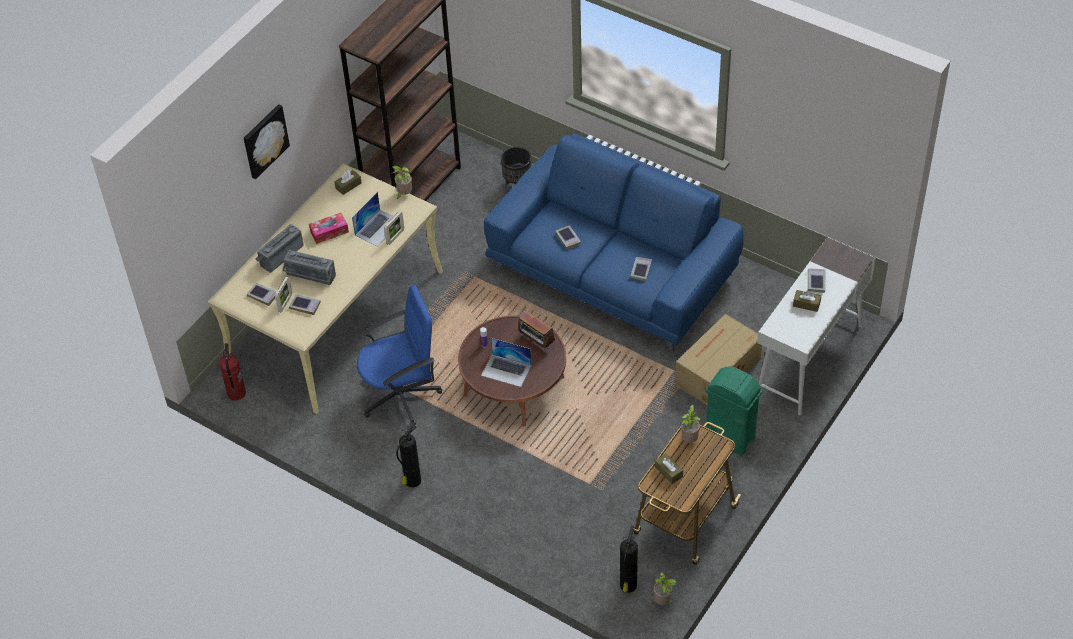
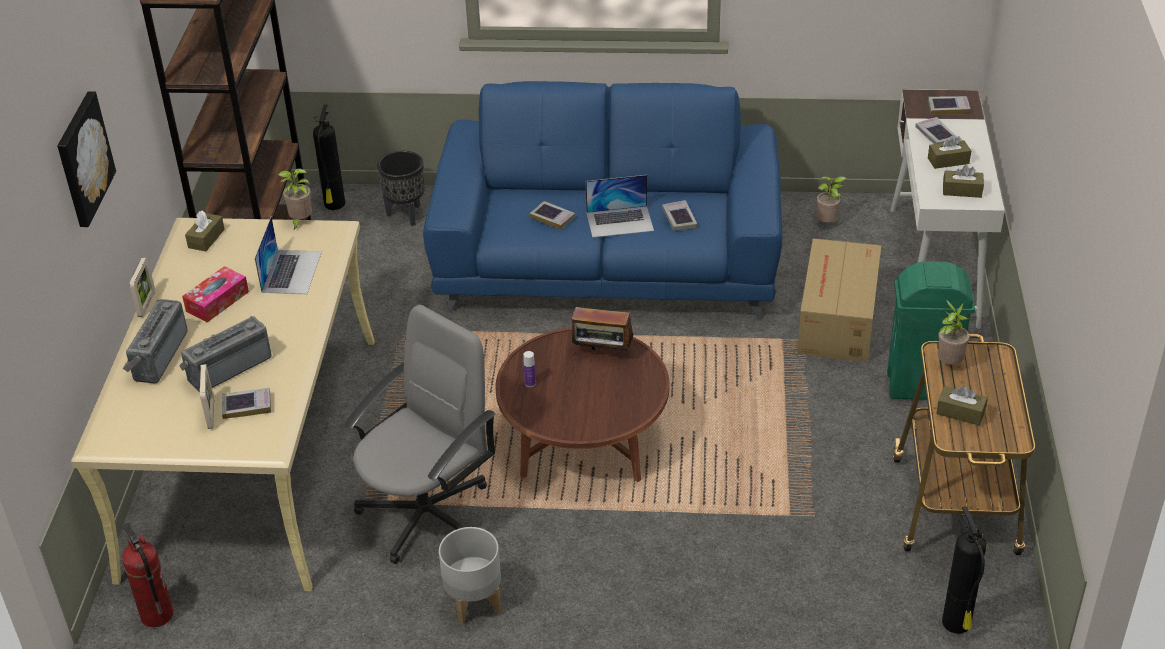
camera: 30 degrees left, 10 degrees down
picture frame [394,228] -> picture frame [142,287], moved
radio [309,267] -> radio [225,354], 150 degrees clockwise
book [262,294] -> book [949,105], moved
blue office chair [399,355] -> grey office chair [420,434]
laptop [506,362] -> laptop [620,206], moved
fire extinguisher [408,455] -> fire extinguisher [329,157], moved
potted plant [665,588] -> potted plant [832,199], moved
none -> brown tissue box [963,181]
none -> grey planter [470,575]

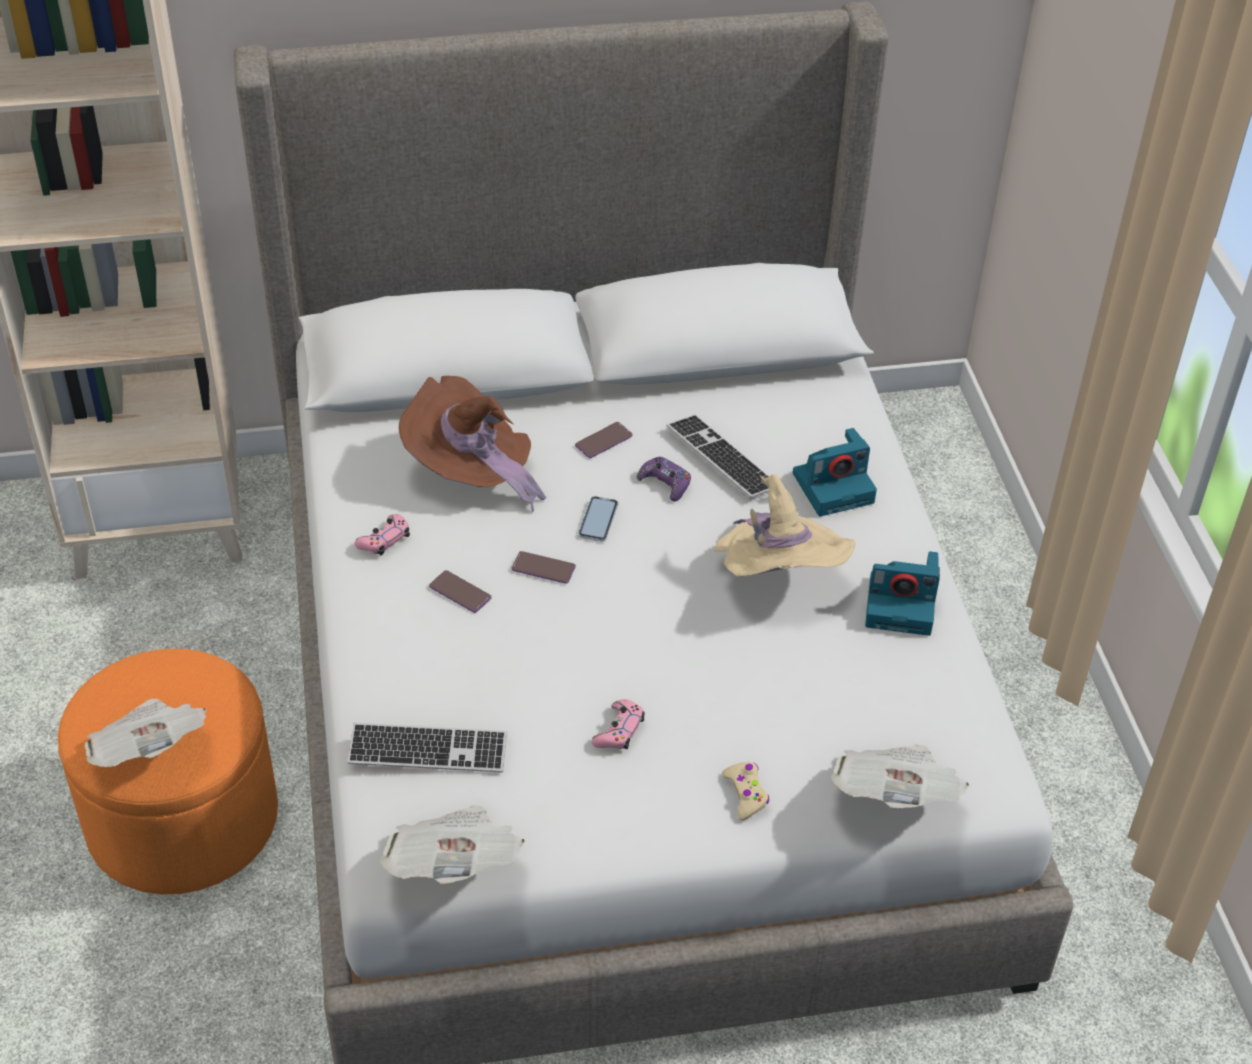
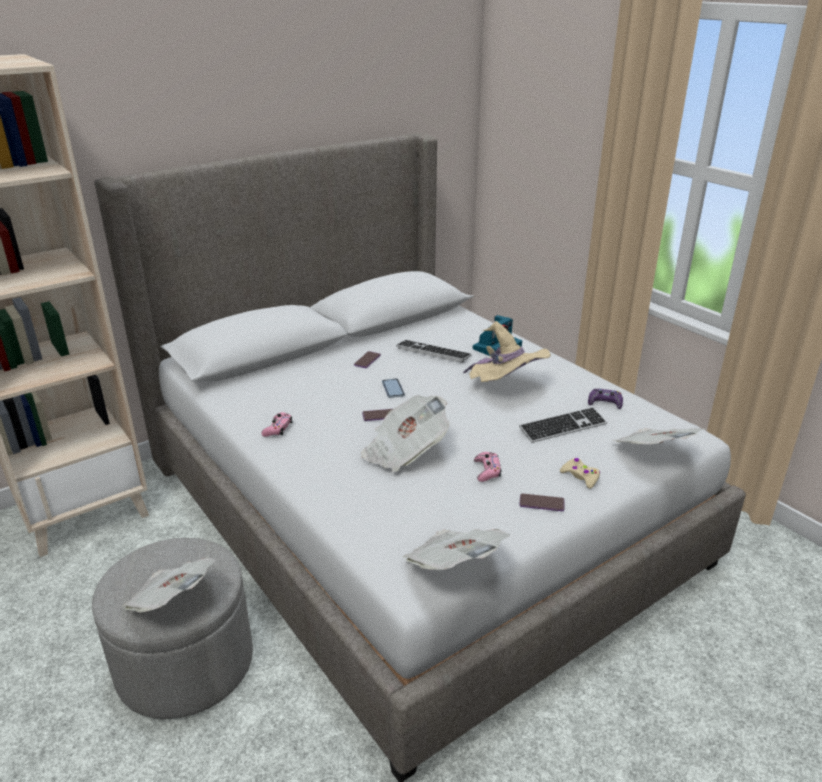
camera: 25 degrees left, 15 degrees down
brown hat [472,444] -> none
purple game controller [664,479] -> purple game controller [605,399], moved
photo camera [902,593] -> none
phone [460,591] -> phone [541,502], moved
orange ottoman [168,771] -> grey ottoman [172,628]
keyboard [427,747] -> keyboard [563,425], moved
none -> newspaper [405,433]

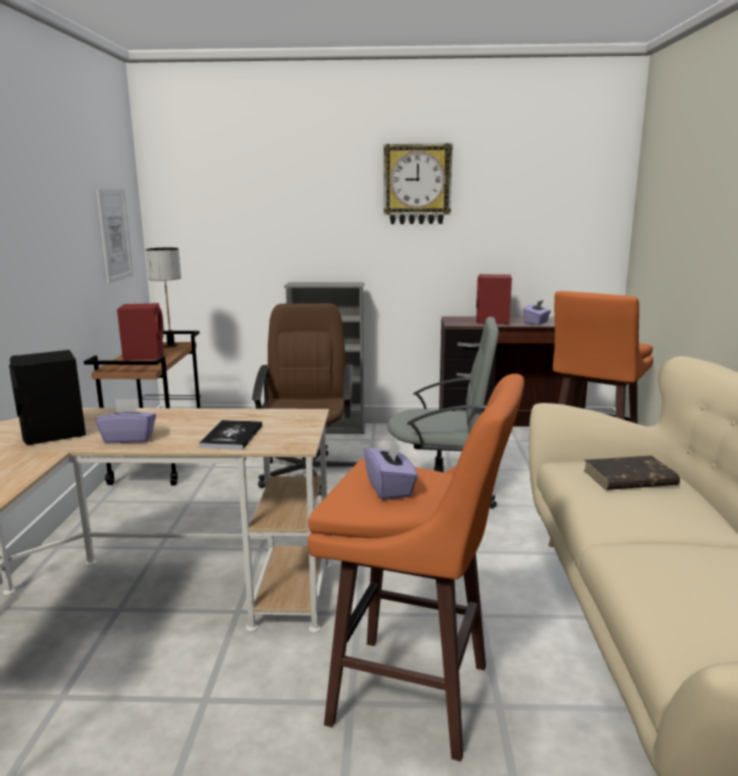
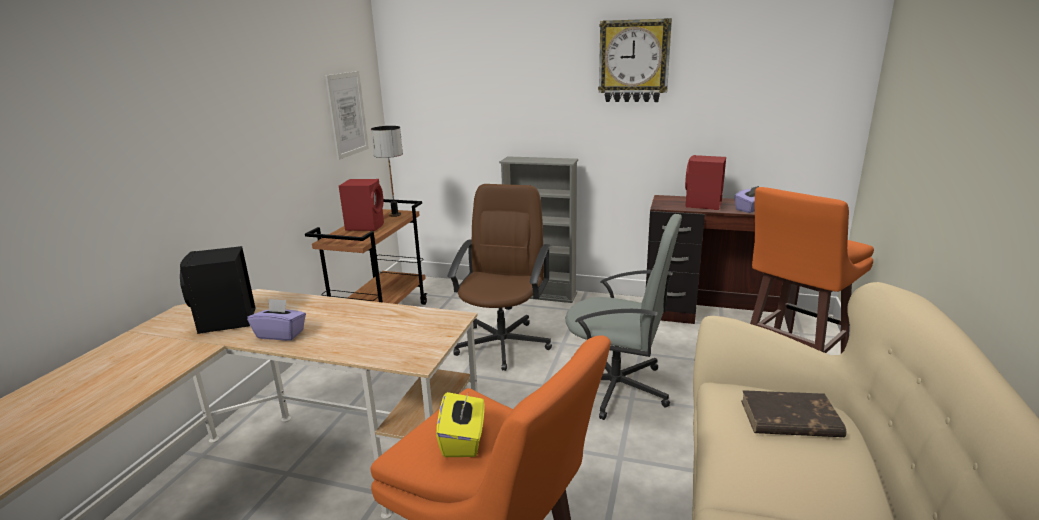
camera: 15 degrees right, 5 degrees up
book [230,435] -> none
purple tissue box [391,469] -> yellow tissue box [460,424]

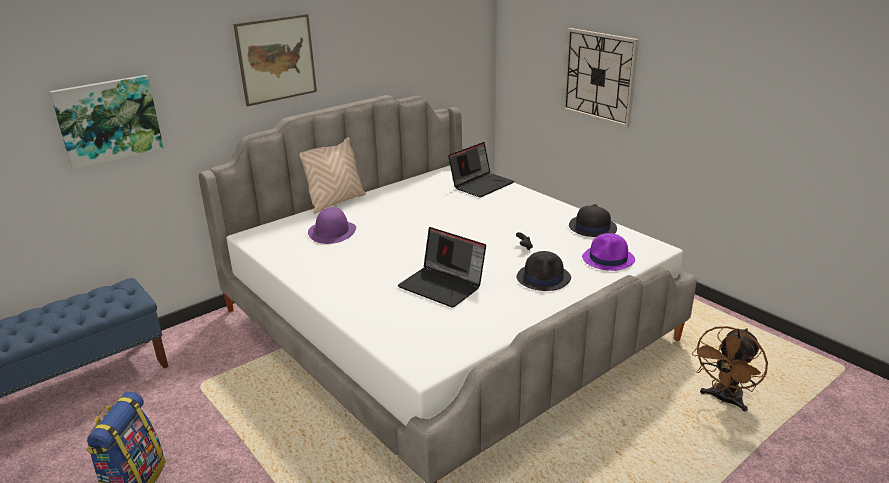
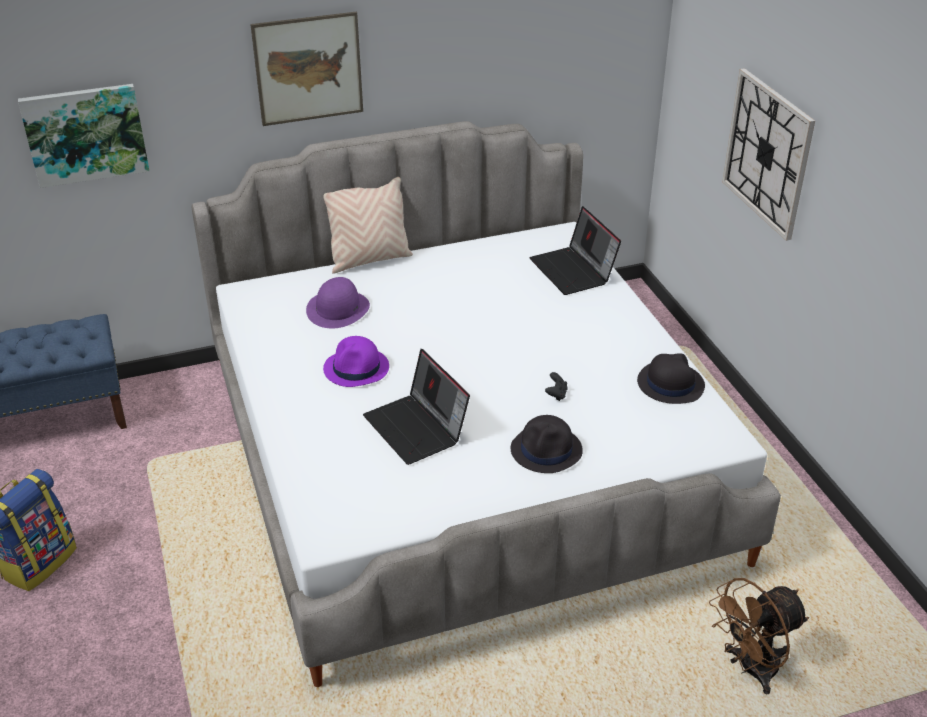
camera: 20 degrees right, 10 degrees up
laptop [481,169] -> laptop [575,250], 90 degrees clockwise
purple hat [608,252] -> purple hat [356,361], moved

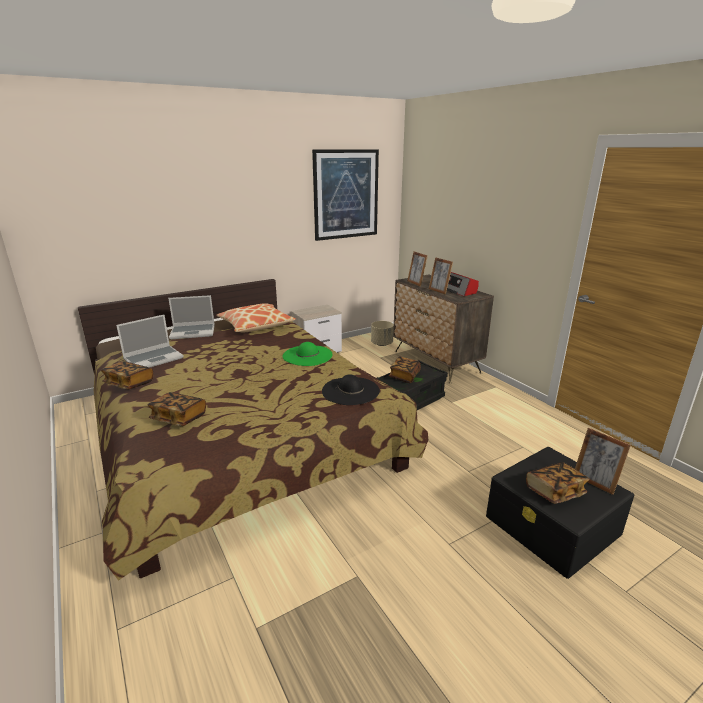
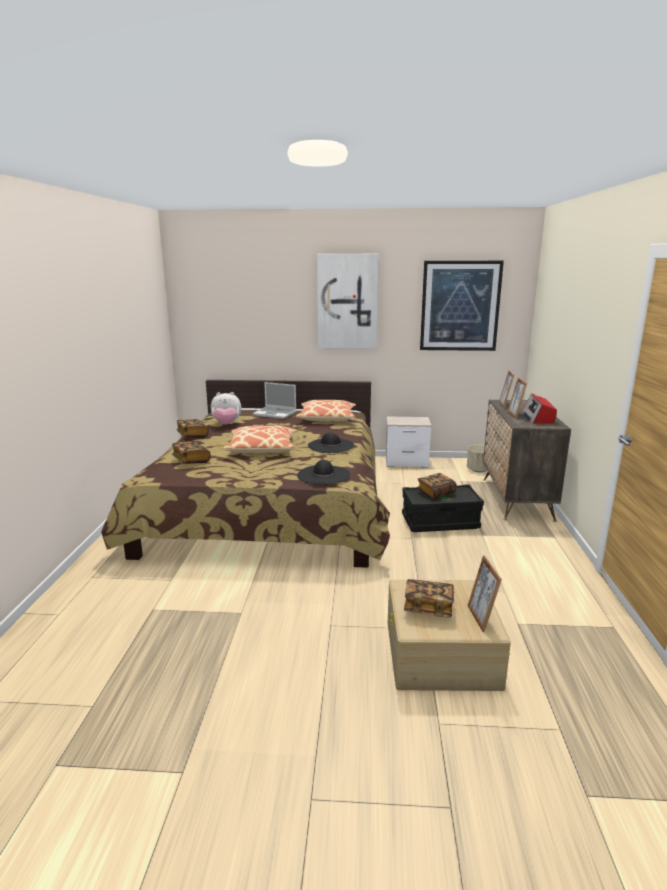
camera: 35 degrees right, 5 degrees down
laptop [150,341] -> plush toy [226,408]
green hat [308,354] -> black hat [331,443]
black storage box [560,513] -> beige storage box [449,635]
none -> picture [348,301]
none -> pillow [259,439]

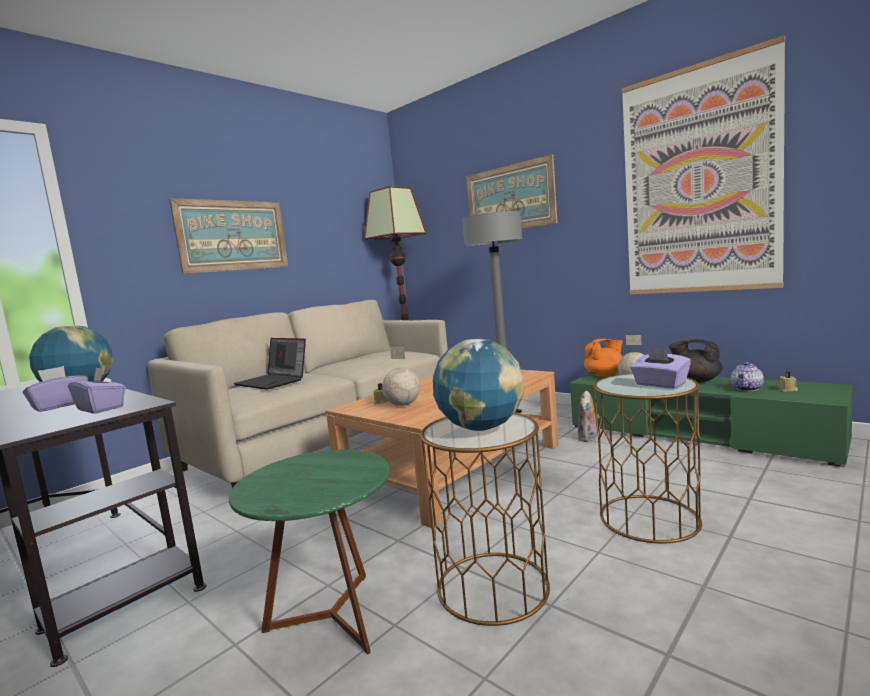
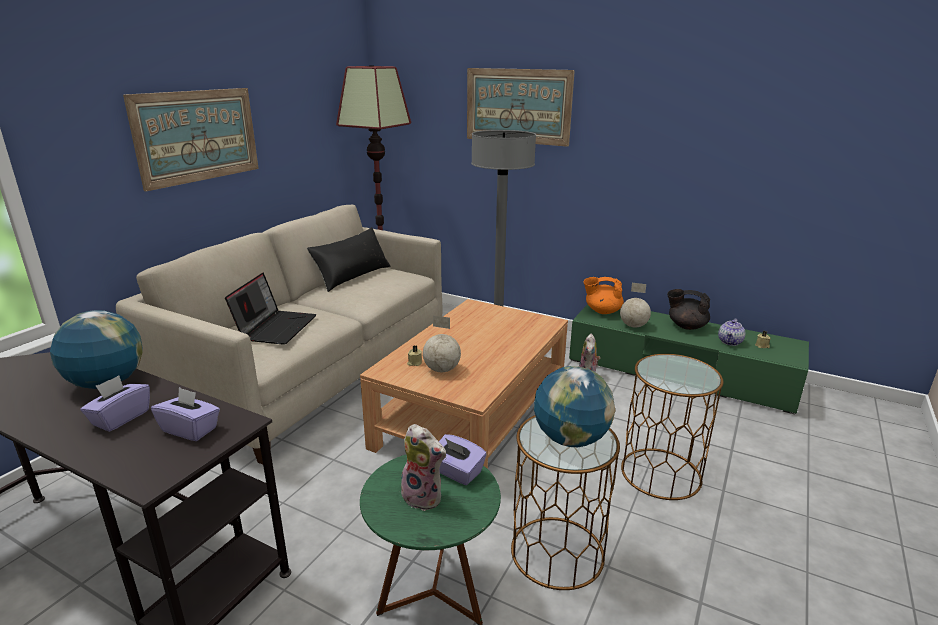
camera: 15 degrees left, 15 degrees up
picture [703,164] -> none
laptop [269,364] -> laptop [270,309], 105 degrees counterclockwise
orange teapot [603,358] -> orange teapot [604,295], 135 degrees counterclockwise
purple tissue box [660,368] -> purple tissue box [463,459], moved
none -> black pillow [348,259]
none -> plush toy [424,467]

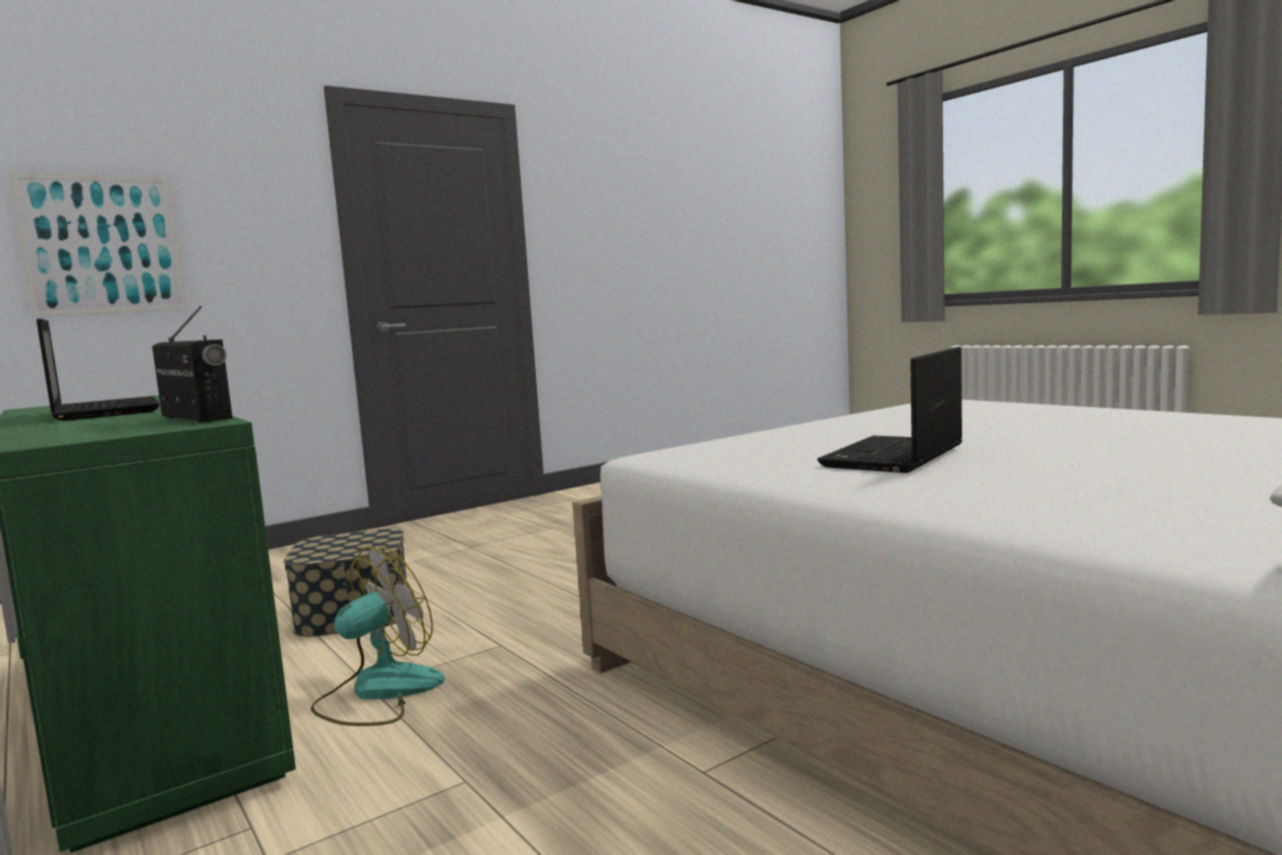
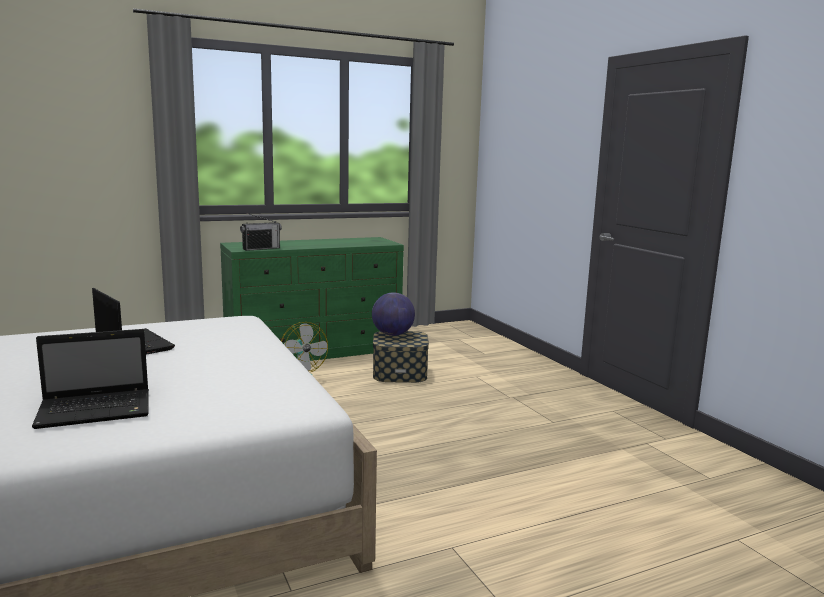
camera: 100 degrees right, 5 degrees up
picture [98,244] -> none
laptop [97,369] -> laptop [90,379], moved
none -> globe [393,314]

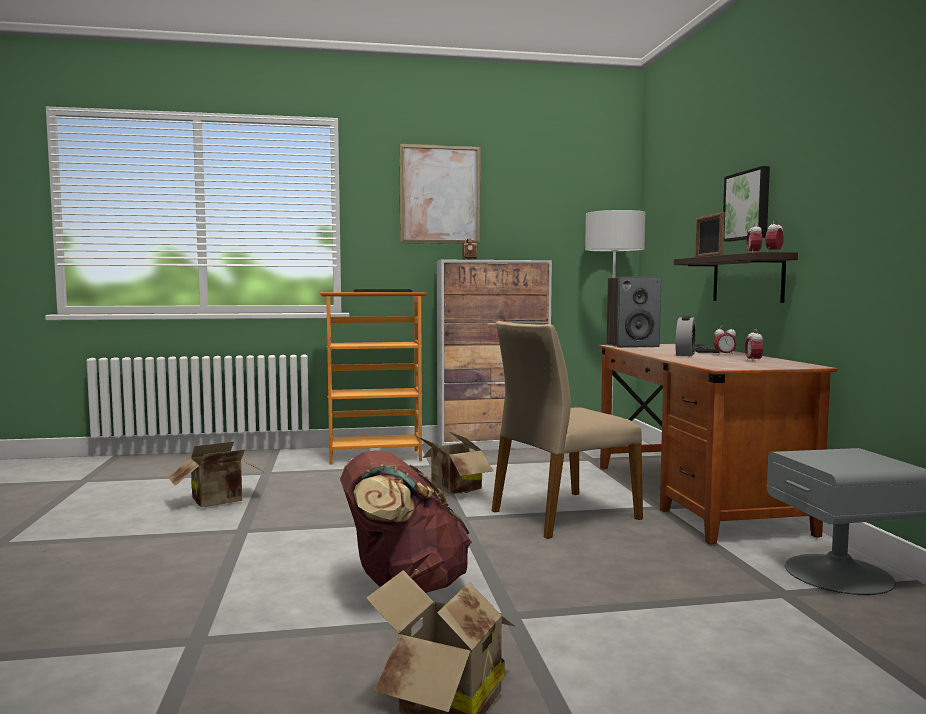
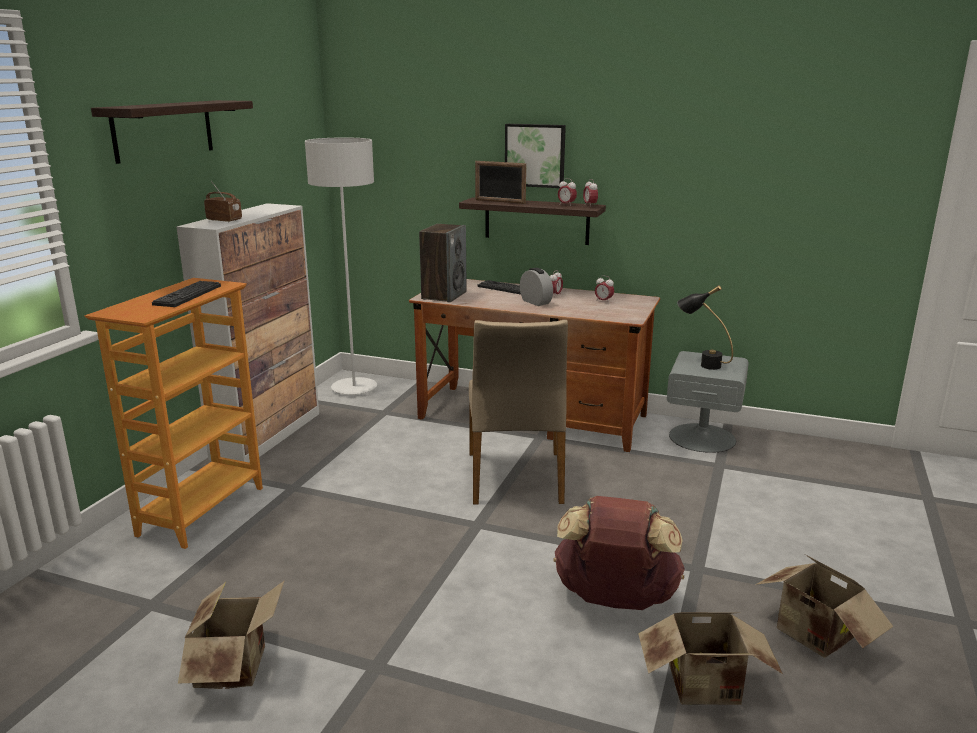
camera: 60 degrees left, 15 degrees up
picture [440,194] -> shelf [172,132]
cardboard box [455,463] -> cardboard box [710,658], moved
none -> black table lamp [705,327]

